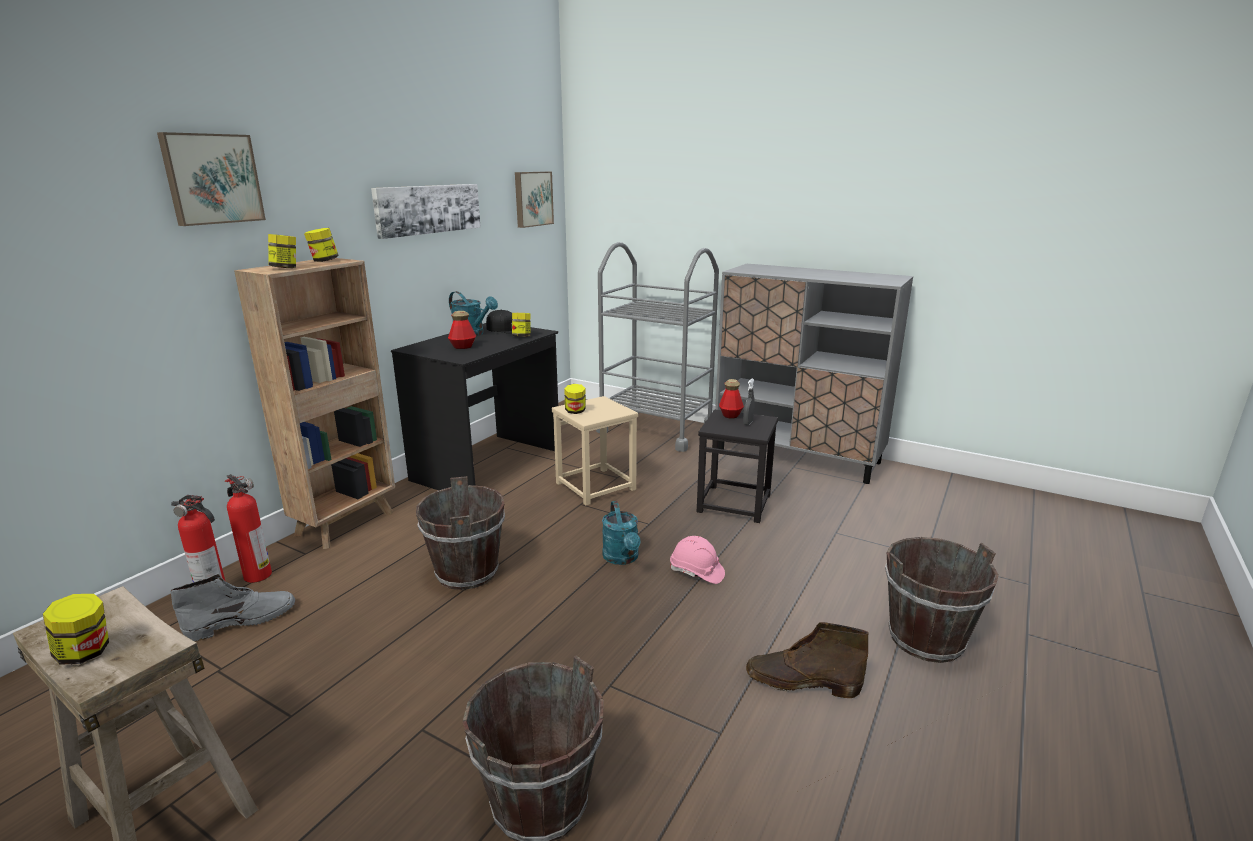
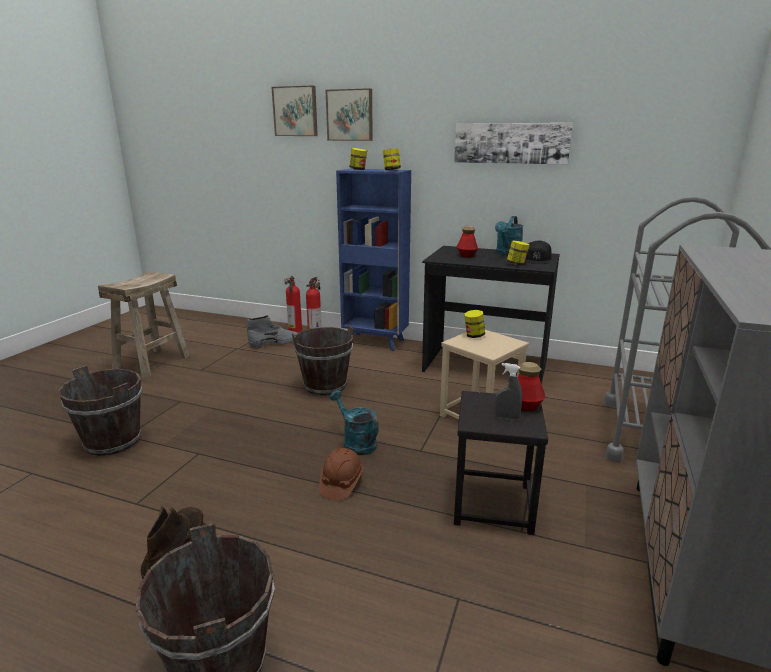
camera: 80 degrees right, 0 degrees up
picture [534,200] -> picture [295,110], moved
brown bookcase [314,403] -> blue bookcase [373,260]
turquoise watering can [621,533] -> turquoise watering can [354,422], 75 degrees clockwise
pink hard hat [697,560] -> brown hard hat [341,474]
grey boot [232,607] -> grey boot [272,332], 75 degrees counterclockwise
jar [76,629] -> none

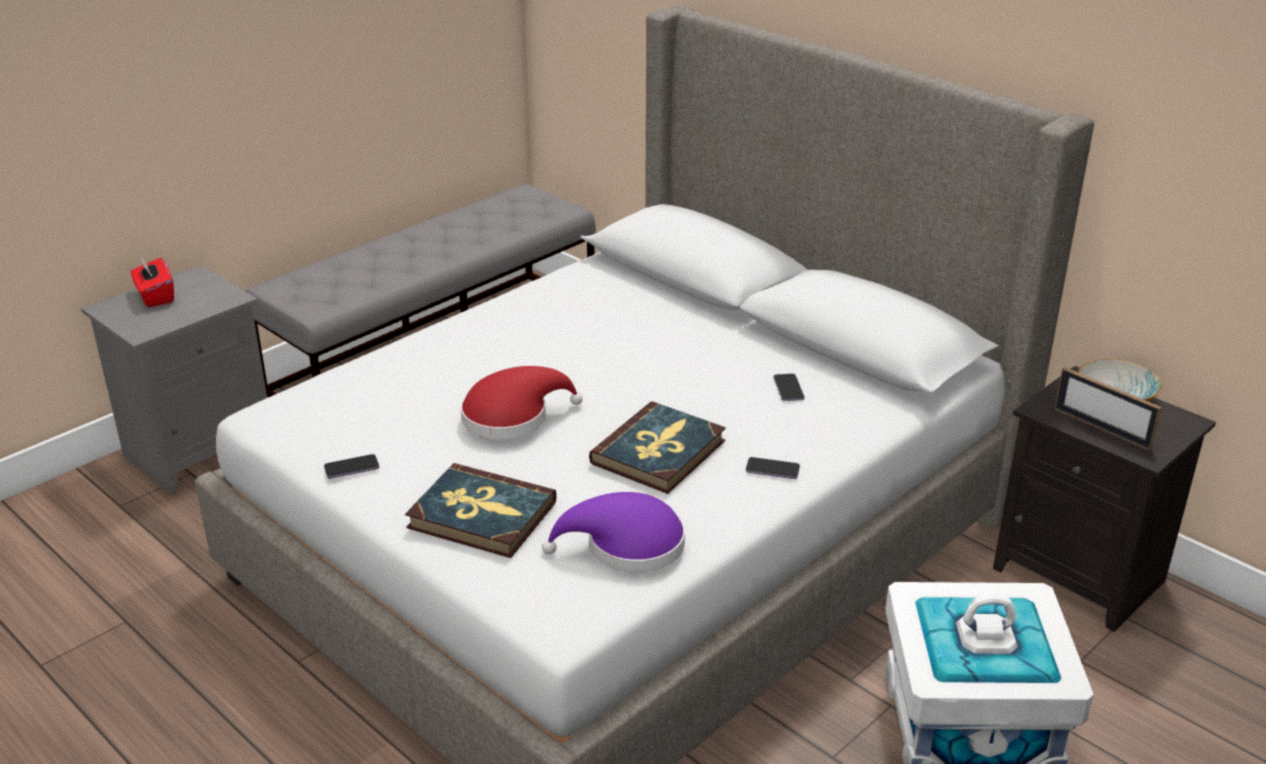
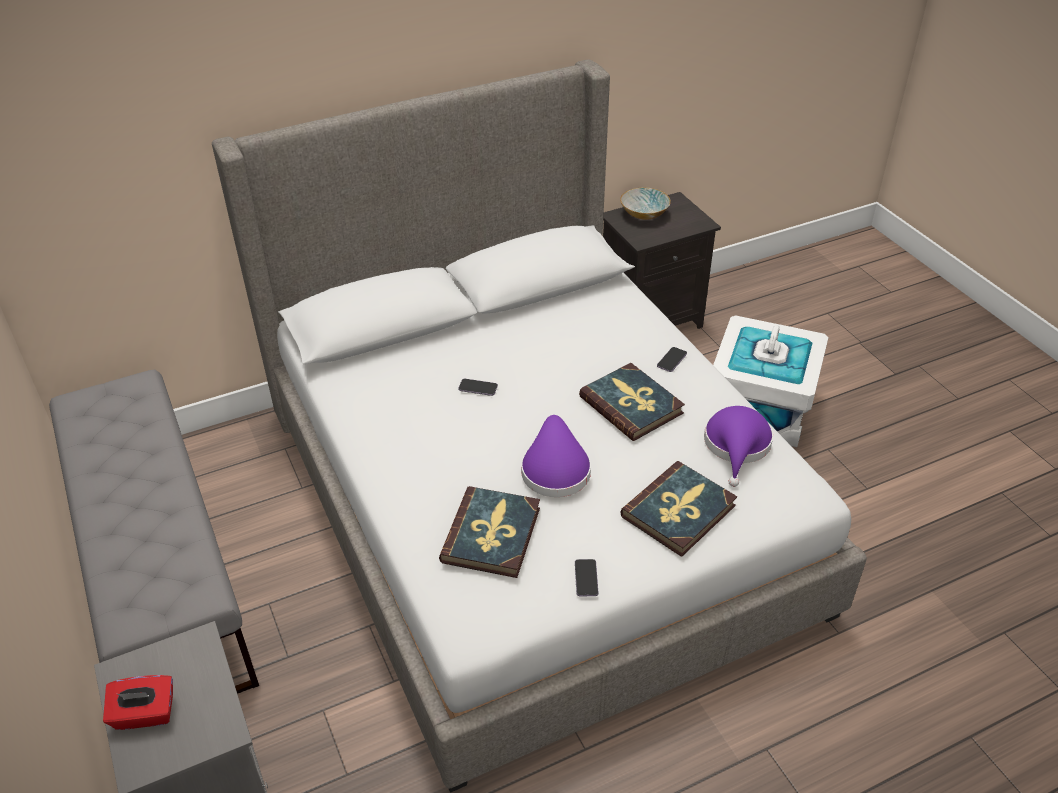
camera: 70 degrees left, 10 degrees up
red hat [522,402] -> purple hat [556,456]
picture frame [1108,409] -> none
phone [789,387] -> phone [478,387], moved
none -> book [489,532]

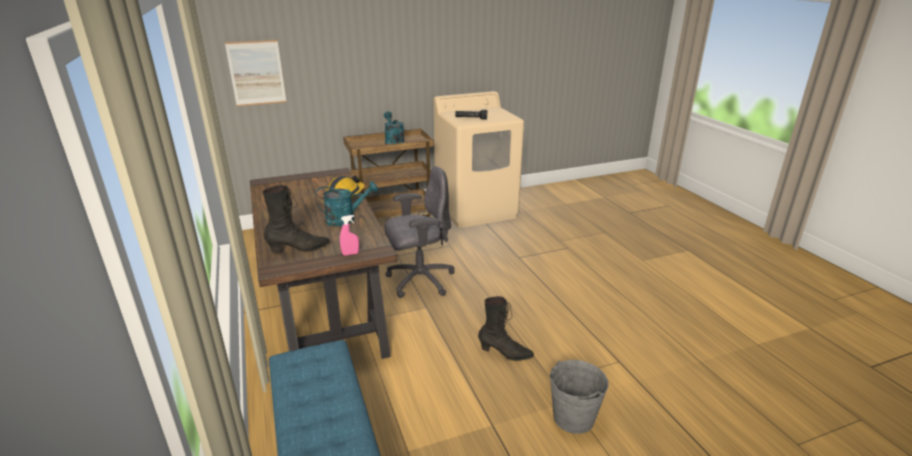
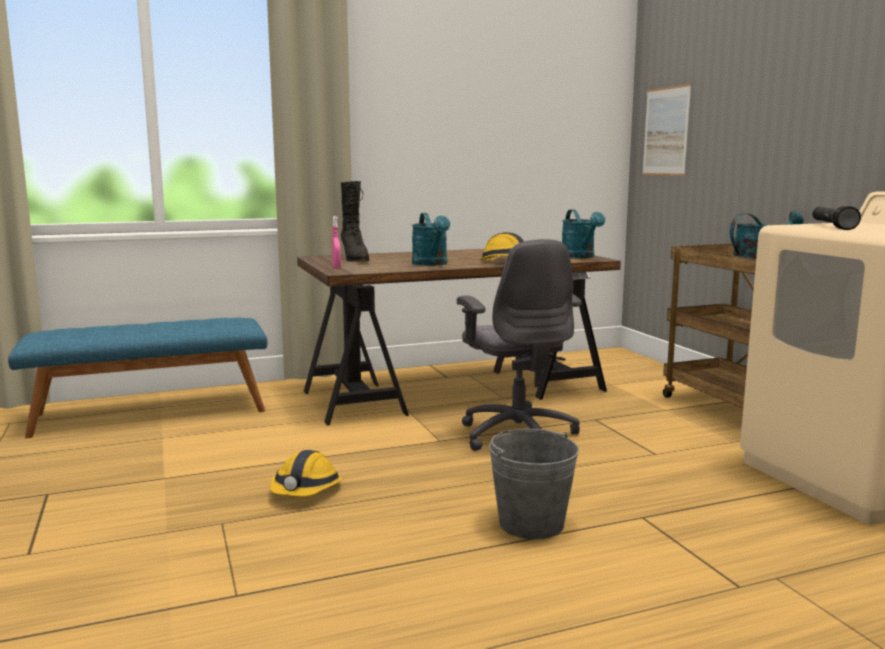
camera: 90 degrees right, 15 degrees down
black boot [506,328] -> hard hat [306,473]
grey bucket [579,397] -> grey bucket [534,484], moved
none -> turquoise watering can [583,233]

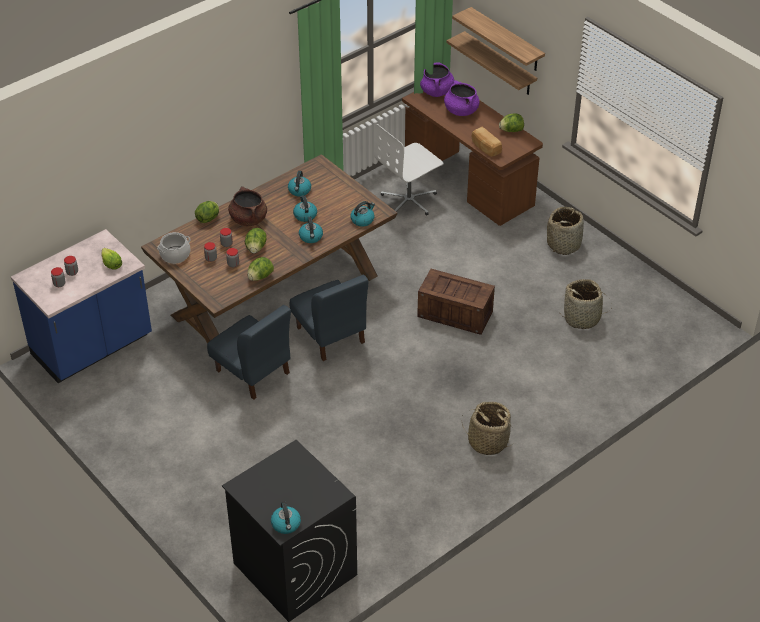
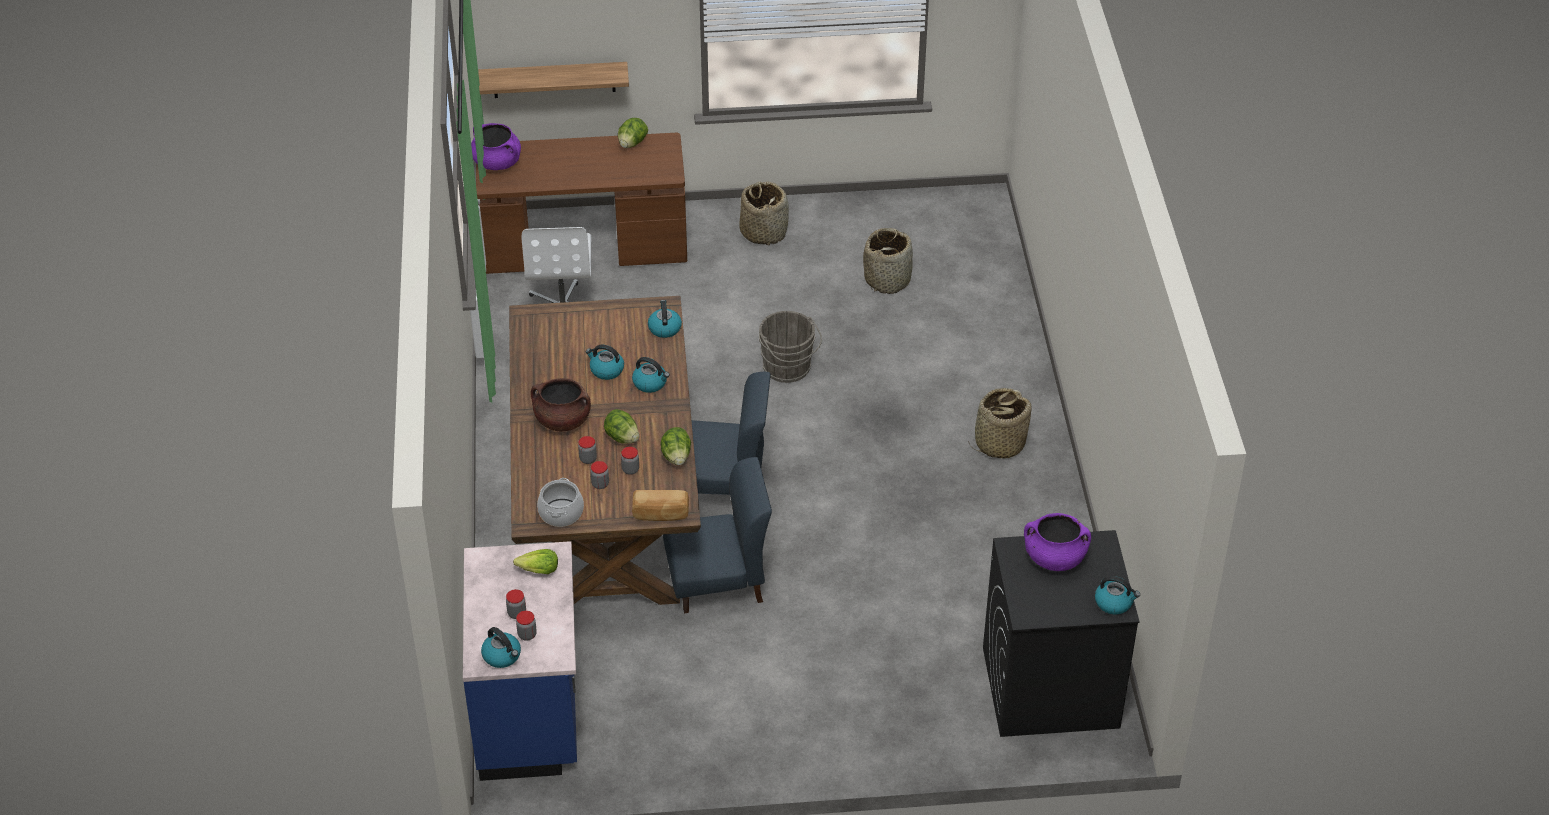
camera: 55 degrees left, 0 degrees up
shelf [498,39] -> none
purple cooking pot [462,98] -> purple cooking pot [1057,542], moved
bread [487,142] -> bread [660,505], moved
kettle [299,183] -> kettle [501,647], moved
lettuce [207,212] -> none
crate [456,302] -> grey bucket [790,347]

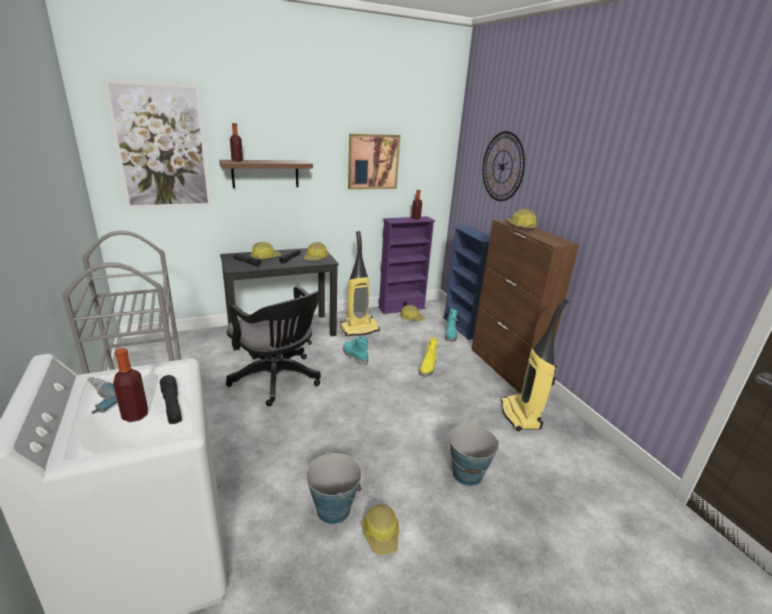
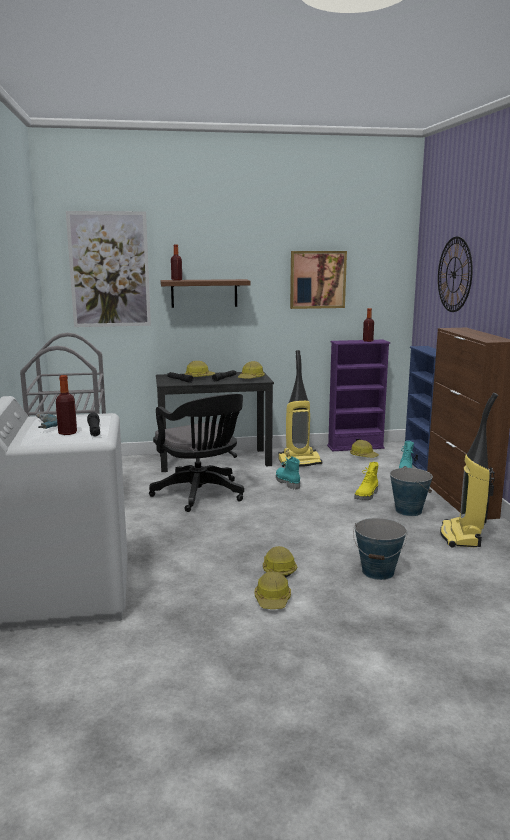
camera: 15 degrees right, 10 degrees down
hard hat [521,219] -> hard hat [280,562], moved
bucket [334,488] -> bucket [411,491], moved

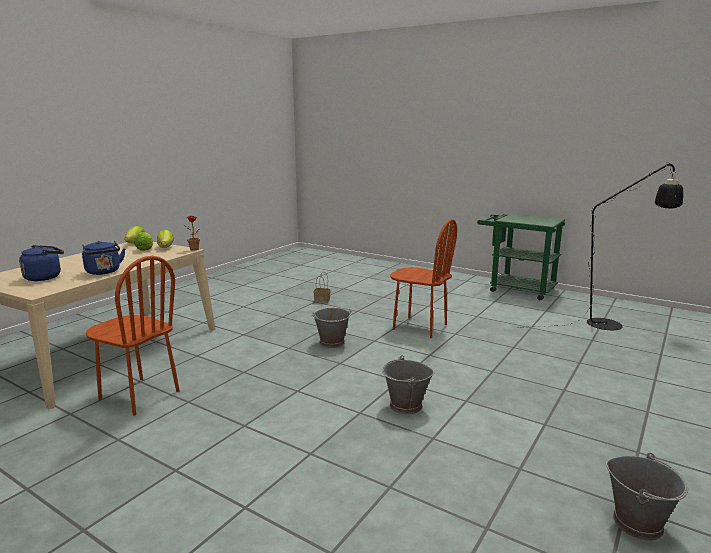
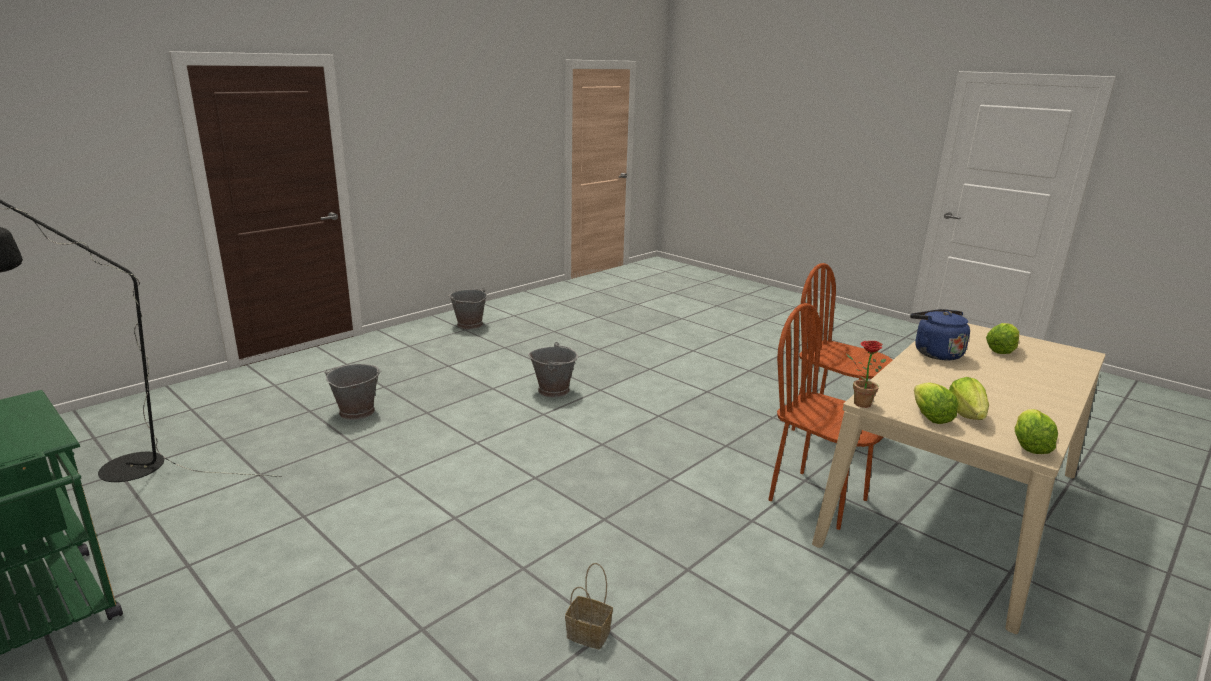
camera: 170 degrees left, 5 degrees up
brown chair [423,278] -> brown chair [826,416], moved
blue kettle [41,263] -> lettuce [1002,338]
grey bucket [332,328] -> grey bucket [352,392], moved

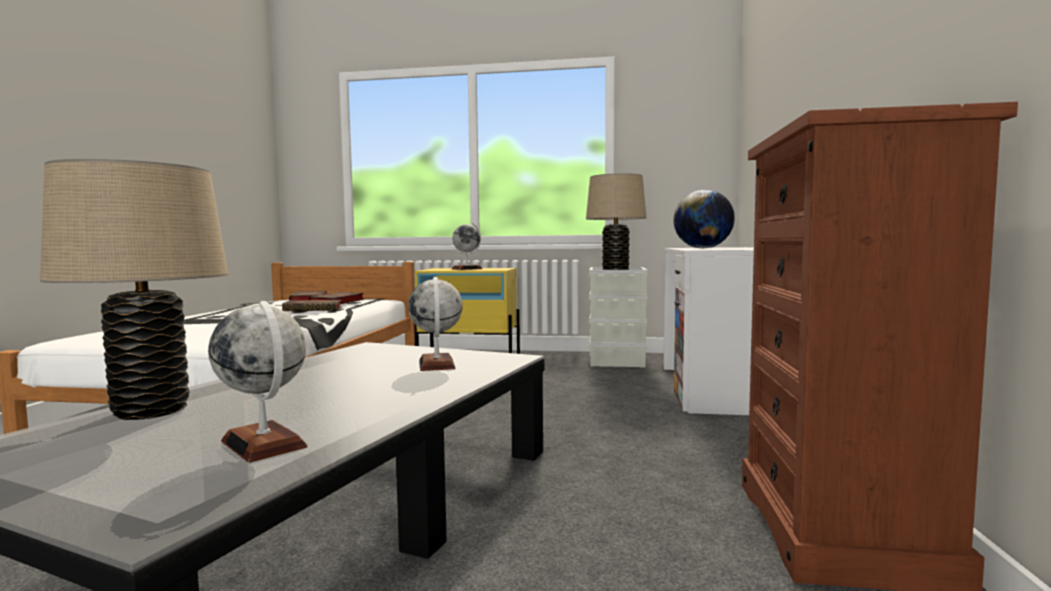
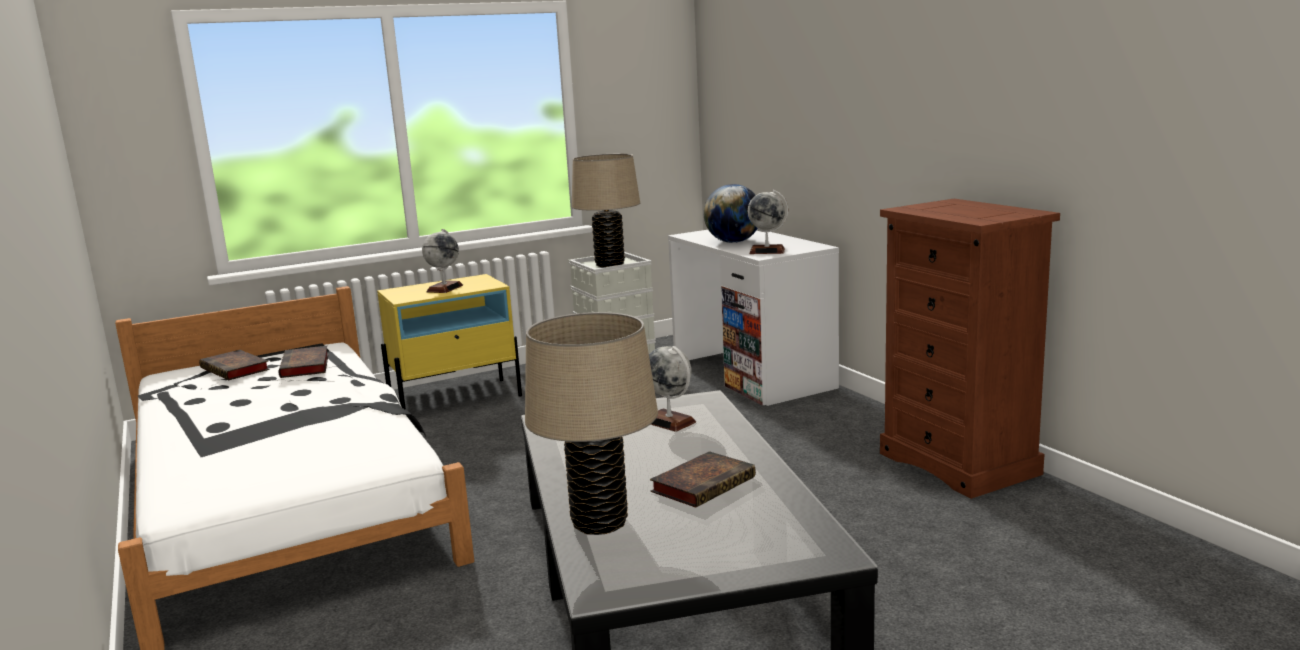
camera: 35 degrees left, 10 degrees up
book [312,305] -> book [703,479], moved
globe [258,382] -> globe [768,222], moved

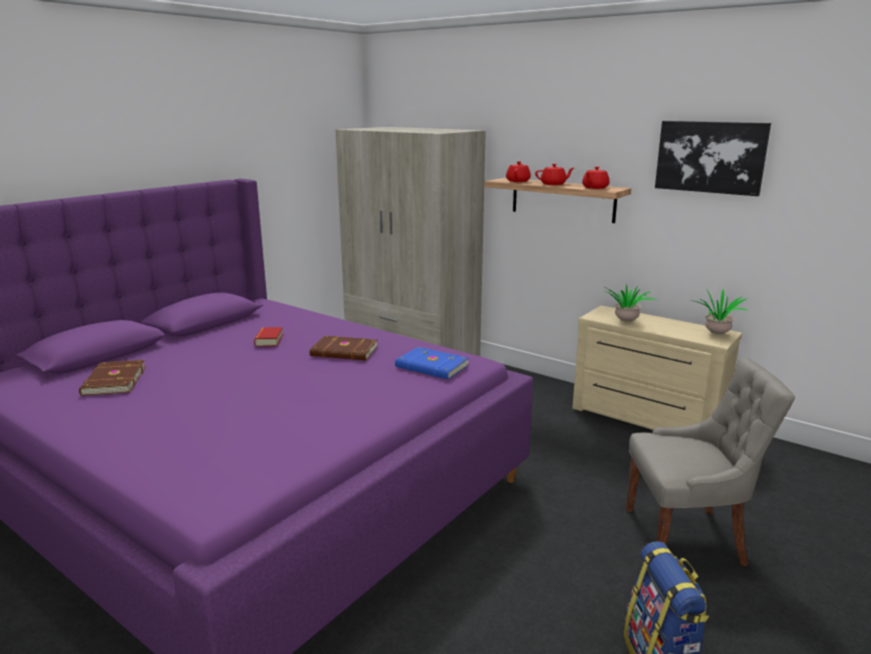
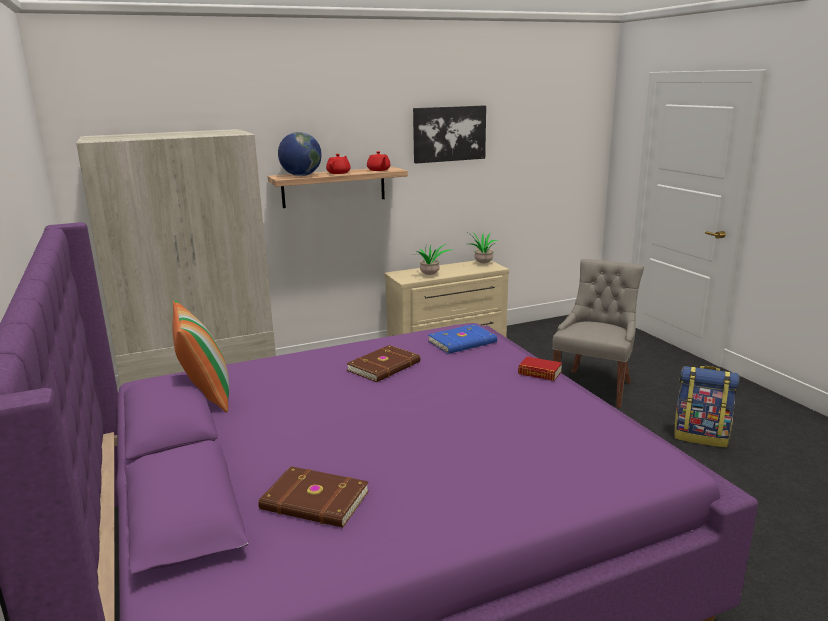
camera: 60 degrees left, 0 degrees up
red teapot [518,171] -> globe [300,154]
book [268,337] -> book [540,369], moved
none -> pillow [200,356]

